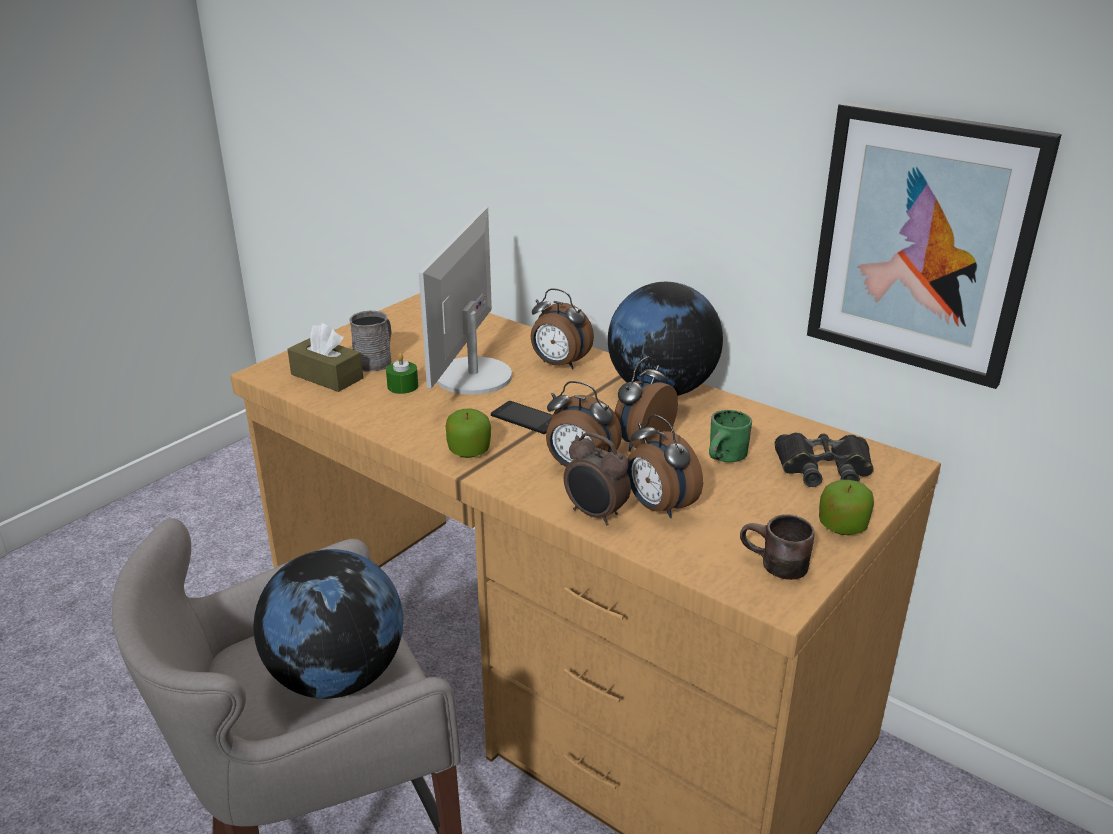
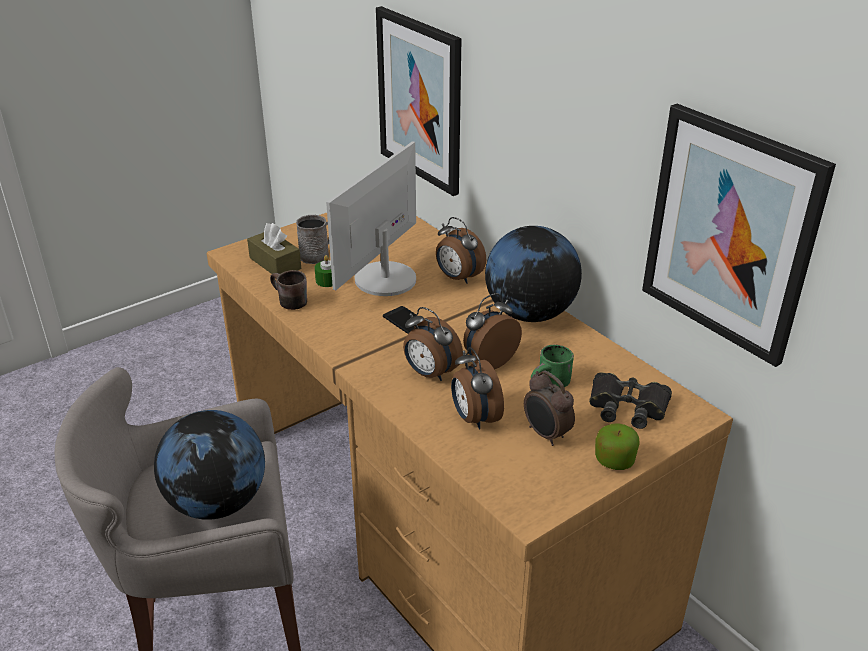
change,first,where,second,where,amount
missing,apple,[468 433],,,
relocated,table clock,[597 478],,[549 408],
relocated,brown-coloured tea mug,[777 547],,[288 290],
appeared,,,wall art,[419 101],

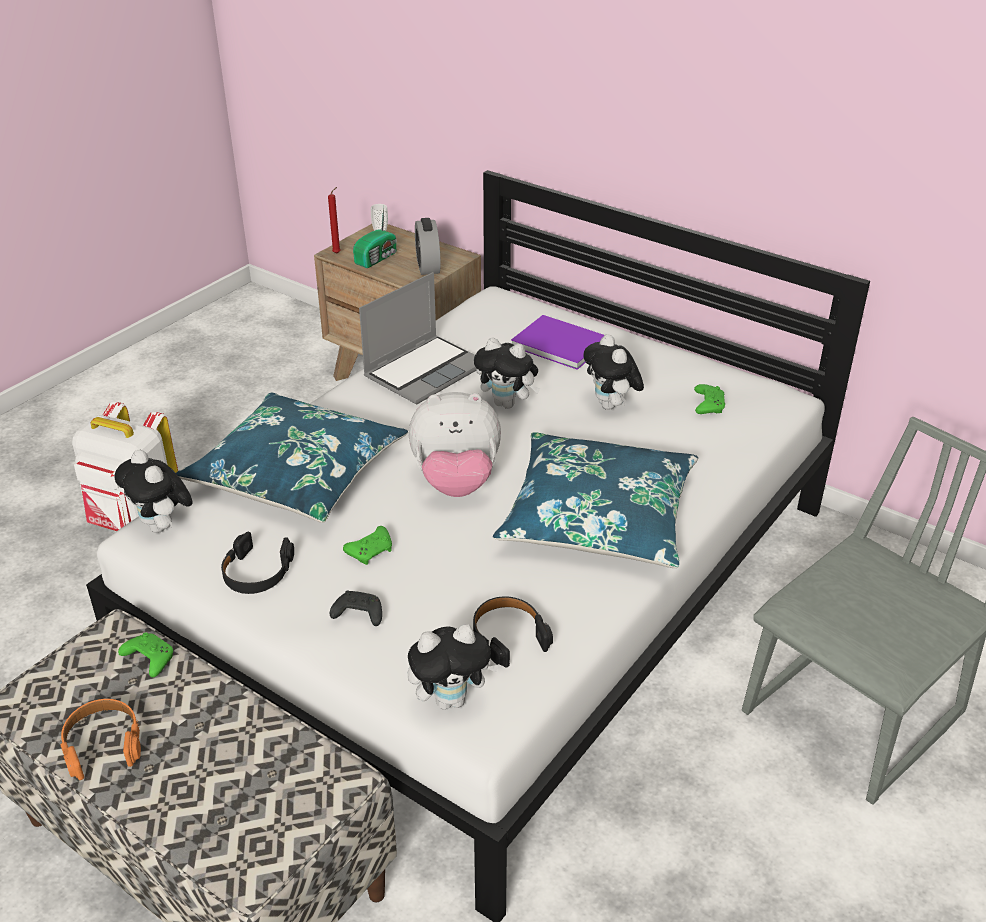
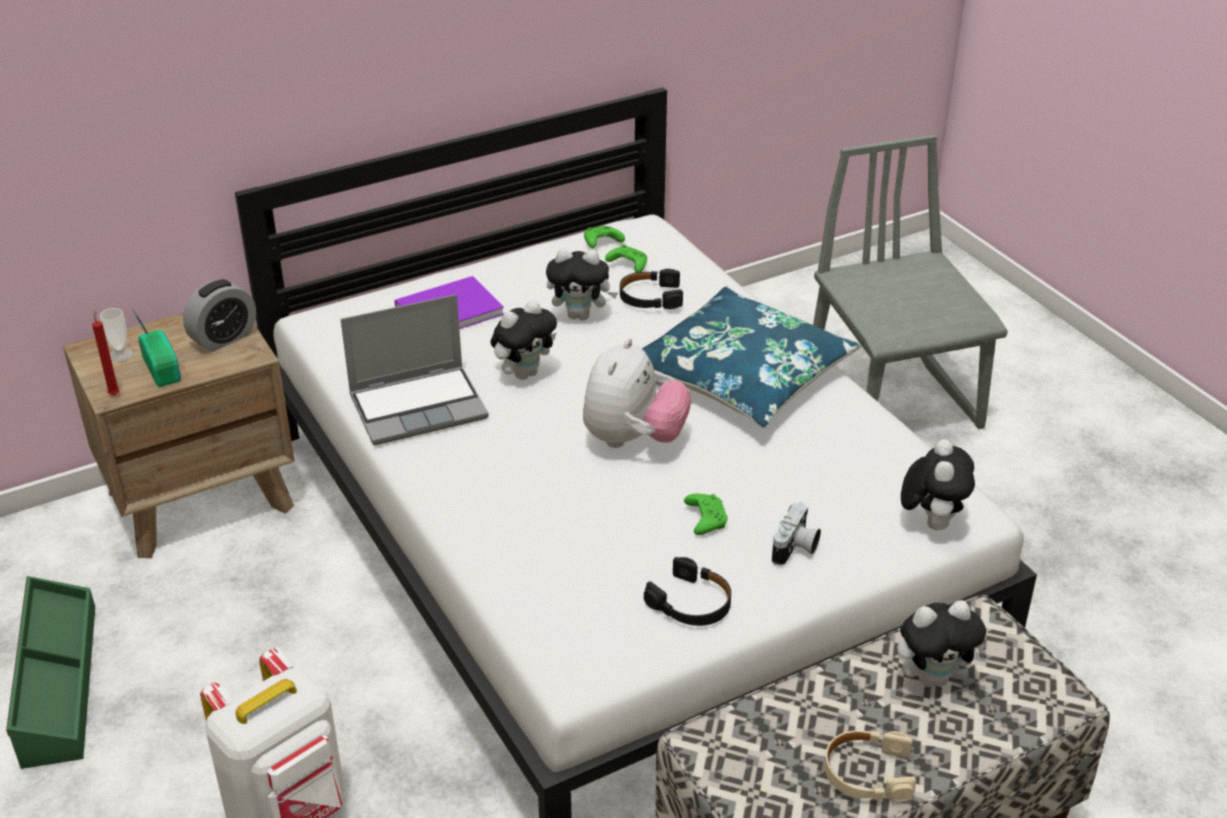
change,first,where,second,where,amount
spun,table clock,[428 246],,[219 315],60 degrees counterclockwise
spun,portable computer,[418 338],,[414 369],90 degrees clockwise
missing,blue-coloured throw pillow,[292 457],,,
relocated,plush toy,[154 491],,[942 643],
exchanged,black-coloured game controller,[356 608],still camera,[796 534],
relocated,black-coloured pair of headphones,[513 632],,[651 289],
relocated,green game controller,[145 654],,[604 237],
colour,orangey pair of headphones,[101 739],beige-coloured pair of headphones,[870 766],
appeared,,,green storage bin,[50 672],

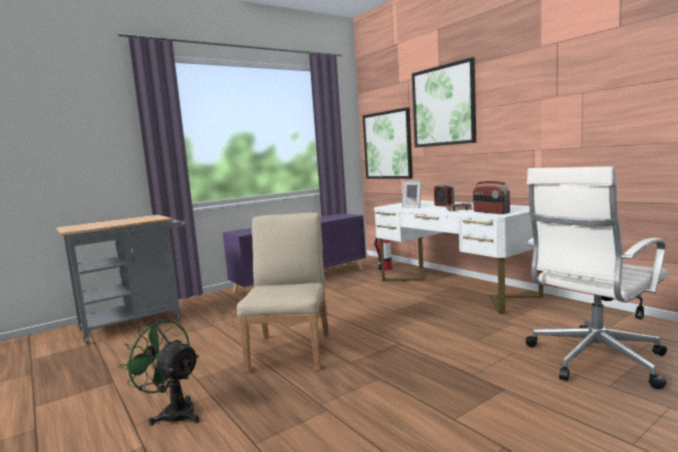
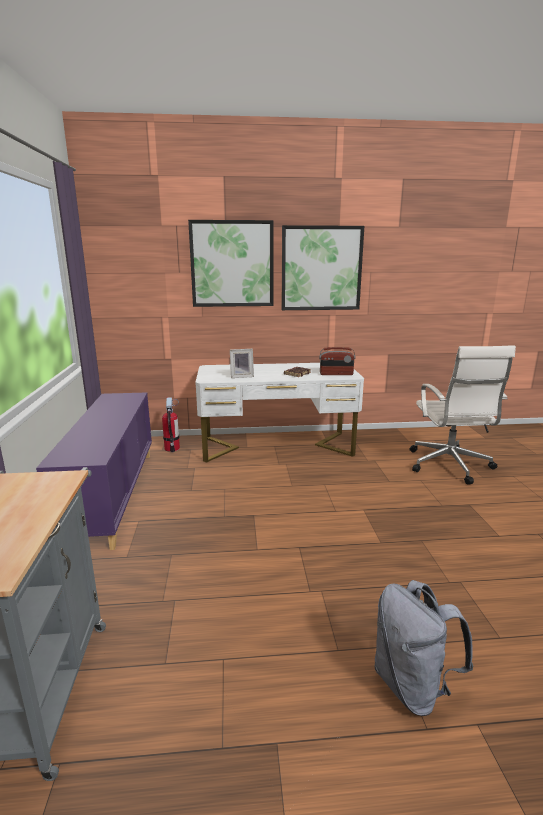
change,first,where,second,where,amount
relocated,wall art,[388 143],,[323 267],
missing,table clock,[444 195],,,
missing,beige-coloured upright chair,[283 292],,,
exchanged,green fan,[159 372],greyish rucksack,[423 648],

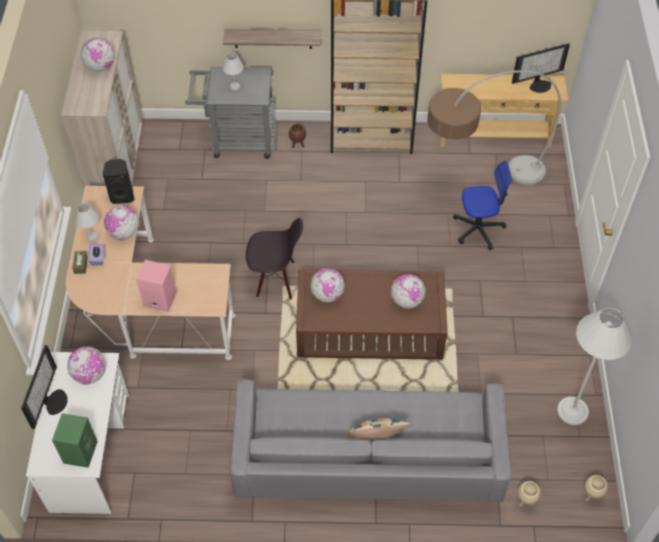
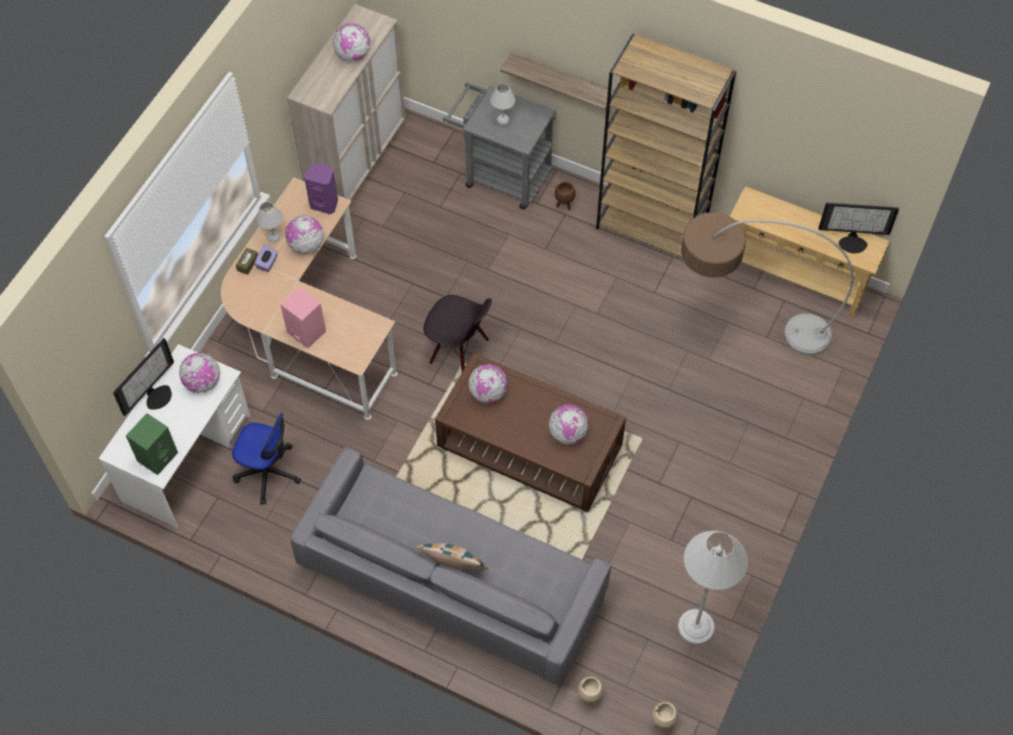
change,first,where,second,where,amount
colour,black-coloured loudspeaker,[119 181],purplish loudspeaker,[321 188],
relocated,desk chair,[482 205],,[266 458],

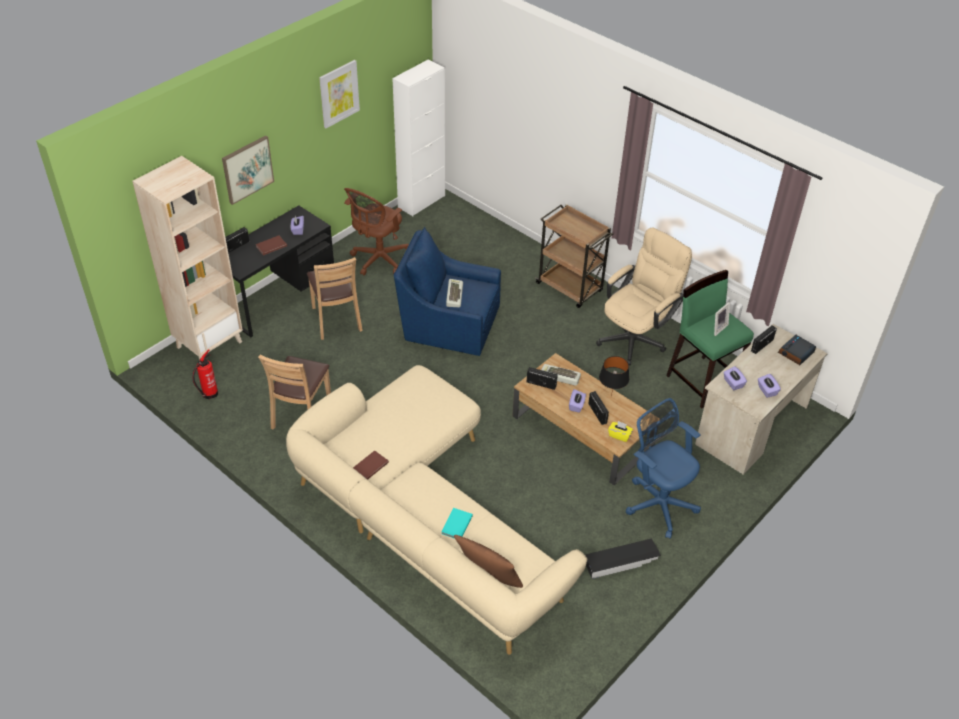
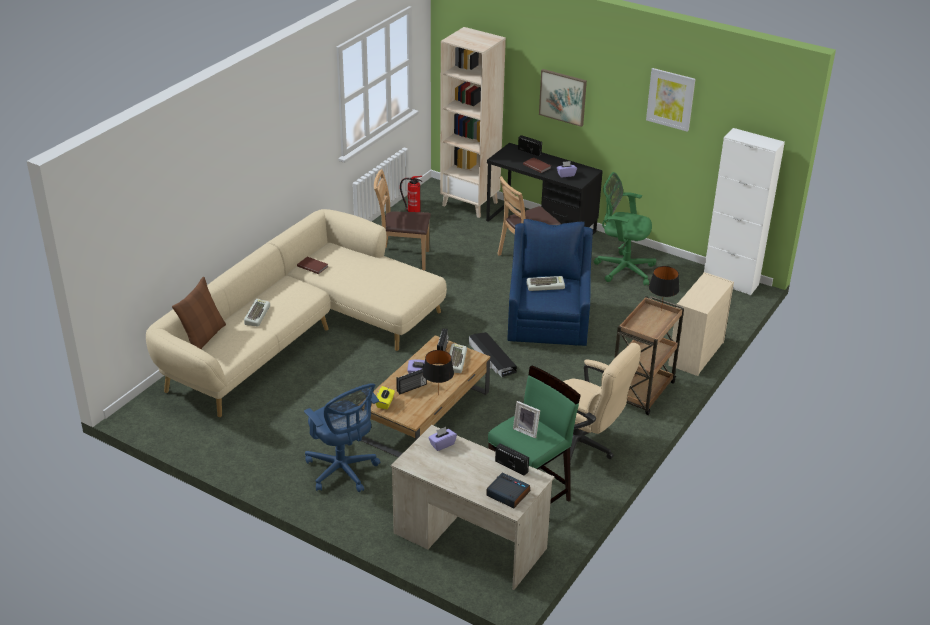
change,first,where,second,where,amount
colour,brown-coloured desk chair,[376 232],green desk chair,[625 229],
missing,purplish tissue holder,[769 386],,,
spun,blue-coloured desk chair,[663 468],,[342 437],105 degrees clockwise
exchanged,turquoise volume,[457 523],PC keyboard,[257 313],
relocated,black-coloured storage bin,[623 558],,[493 354],
appeared,,,black-coloured table lamp,[664 288],
appeared,,,beige-coloured drawer chest,[701 324],

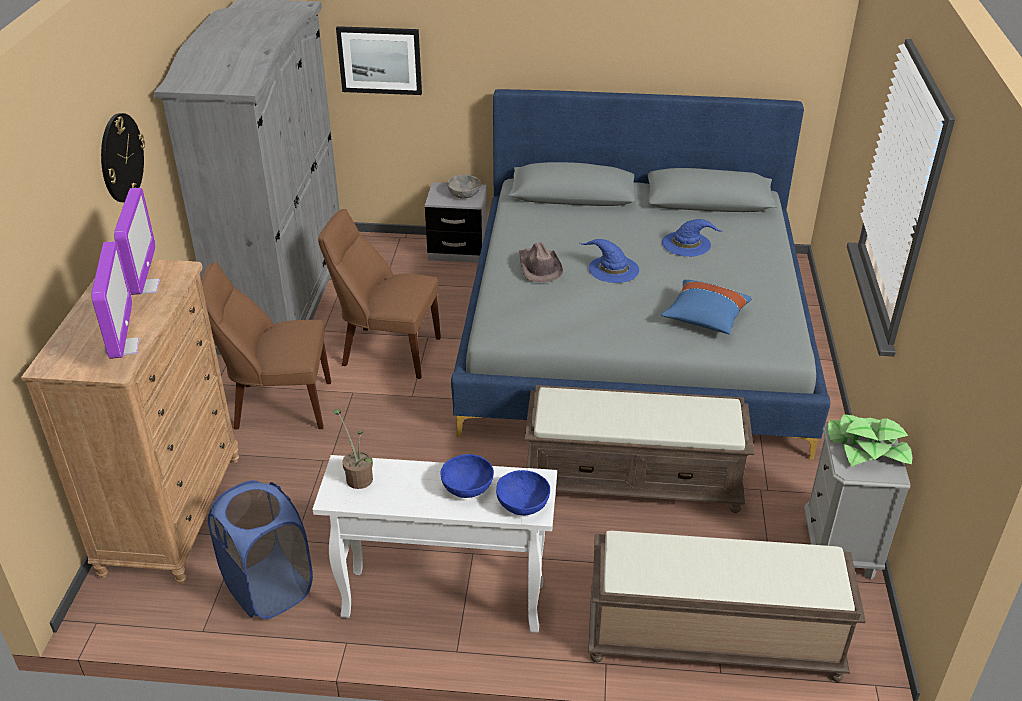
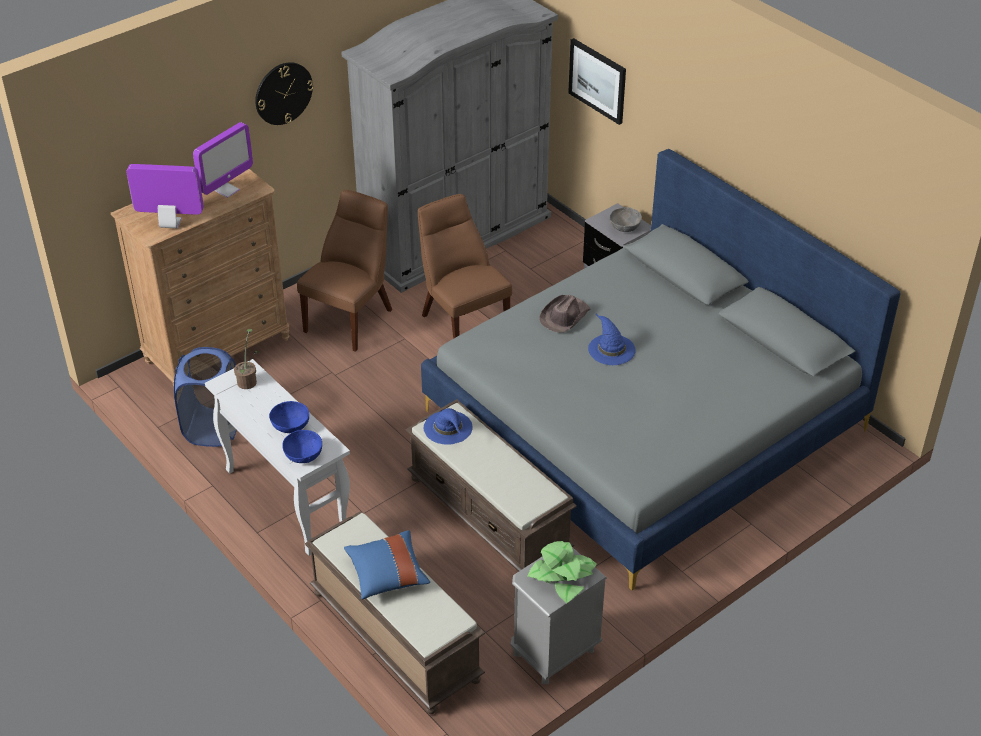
change,first,where,second,where,amount
relocated,blue-coloured clothing hat,[691 238],,[448 426],
spun,computer display,[115 300],,[165 196],120 degrees counterclockwise
spun,brown-coloured upright chair,[266 345],,[344 271],75 degrees clockwise
relocated,blue-coloured throw pillow,[706 307],,[387 565],

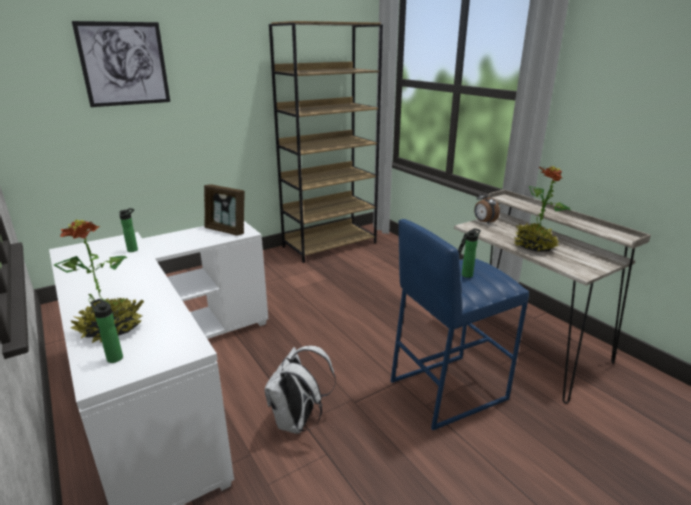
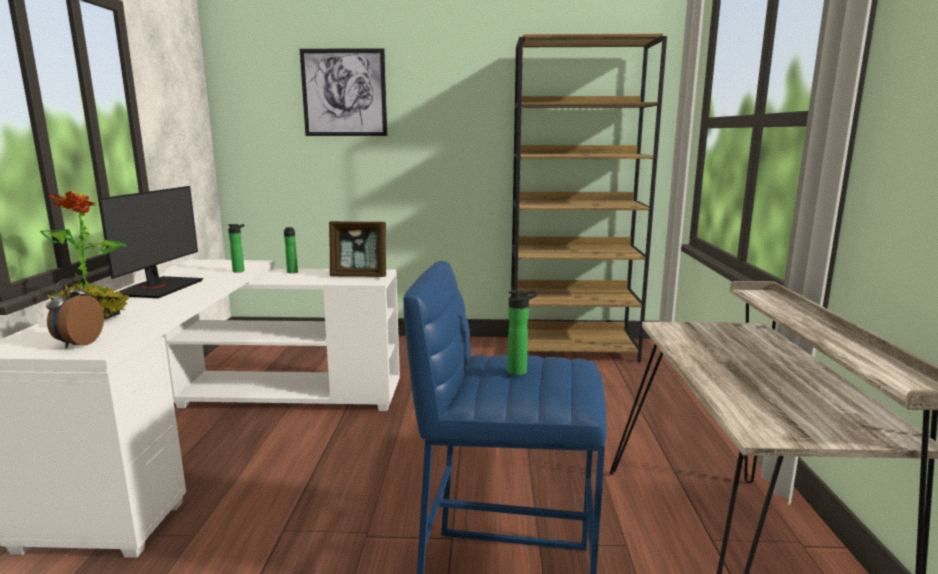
change,first,where,second,where,amount
missing,houseplant,[542 209],,,
spun,standing frame,[224 210],,[357 249],60 degrees counterclockwise
relocated,table clock,[487 207],,[75 313],
relocated,bottle,[106 331],,[291 250],
missing,whitish rucksack,[300 390],,,
appeared,,,computer display,[150 242],

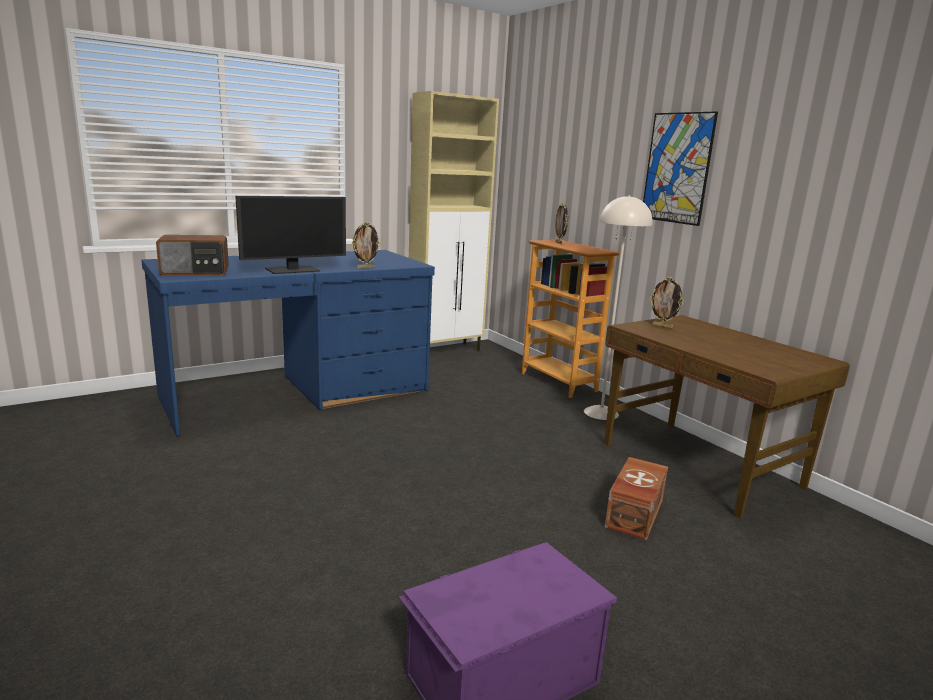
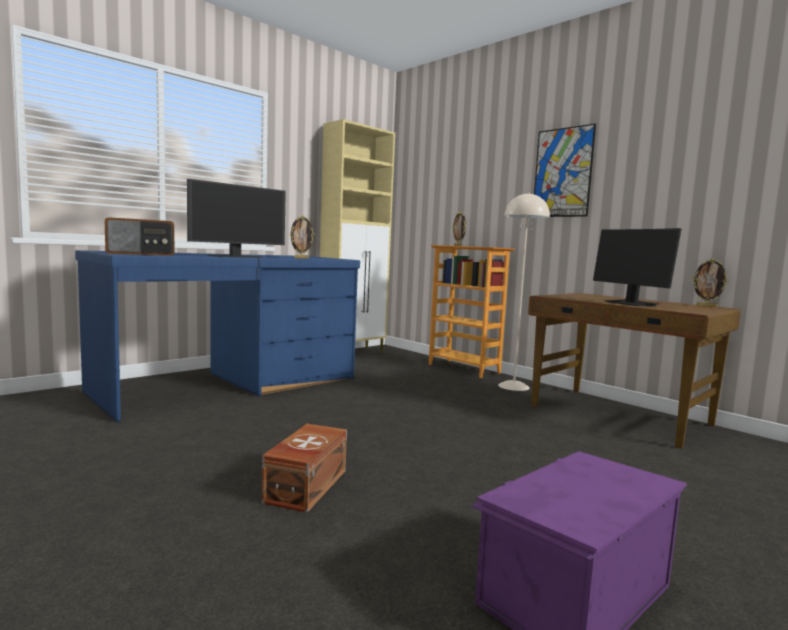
change,first,where,second,where,amount
relocated,standing frame,[666 302],,[710 282],
relocated,brown-coloured storage bin,[636 498],,[304 468],
appeared,,,computer display,[637 267],

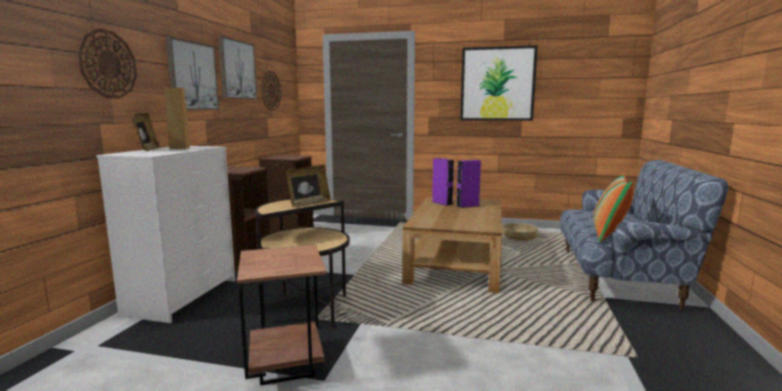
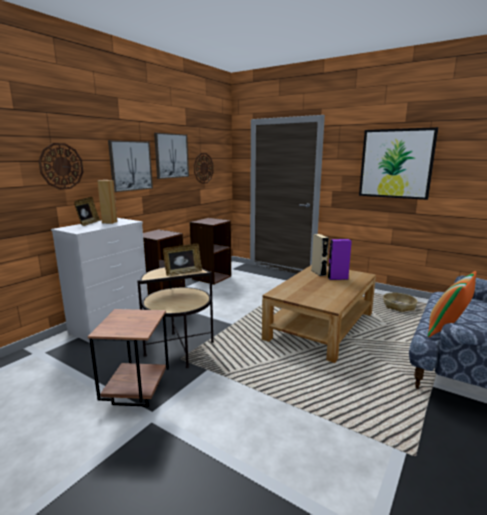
change,first,where,second,where,amount
colour,purplish loudspeaker,[443 182],beige-coloured loudspeaker,[320 255],

